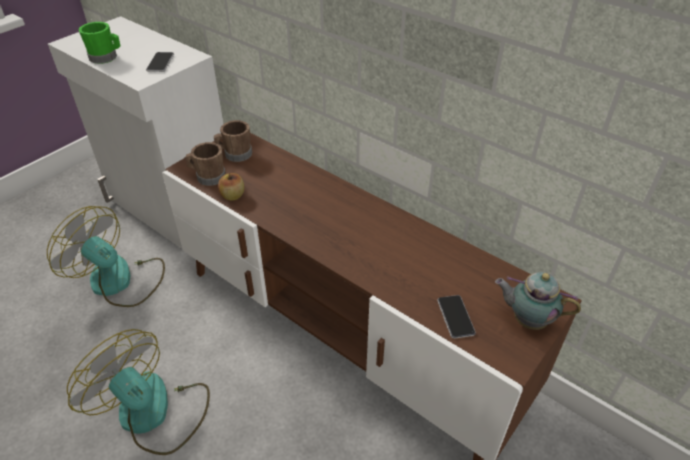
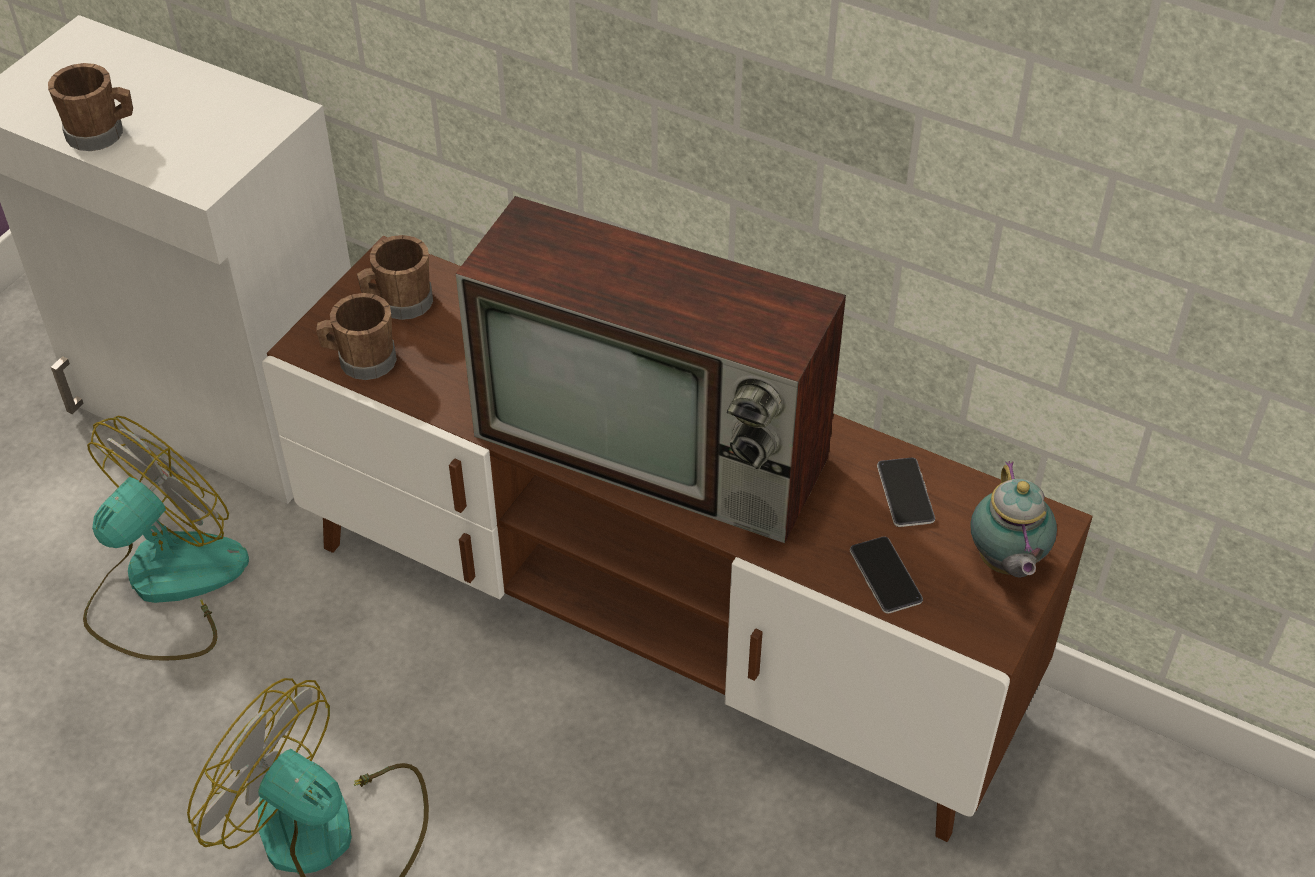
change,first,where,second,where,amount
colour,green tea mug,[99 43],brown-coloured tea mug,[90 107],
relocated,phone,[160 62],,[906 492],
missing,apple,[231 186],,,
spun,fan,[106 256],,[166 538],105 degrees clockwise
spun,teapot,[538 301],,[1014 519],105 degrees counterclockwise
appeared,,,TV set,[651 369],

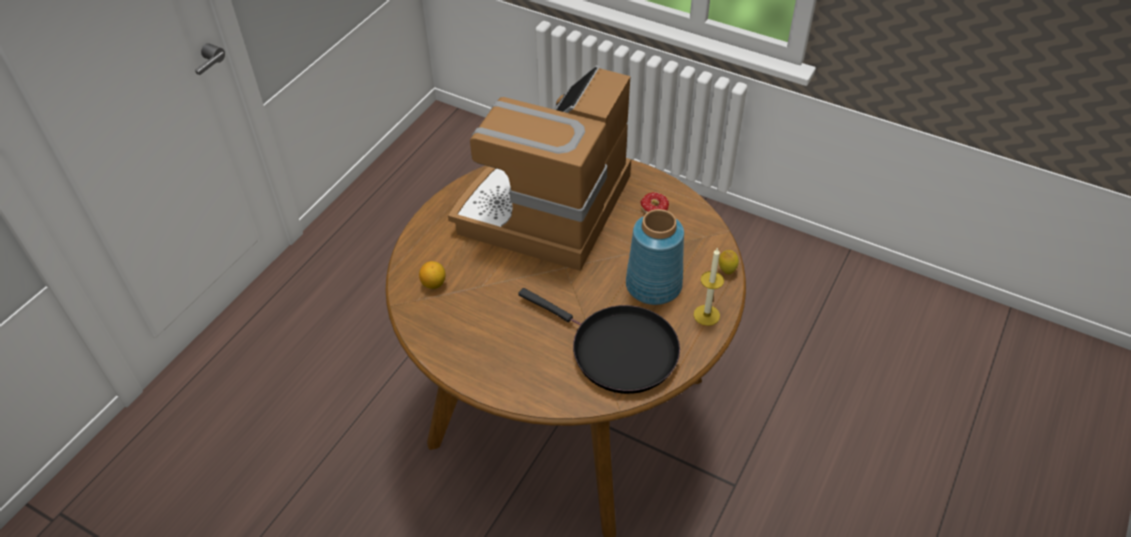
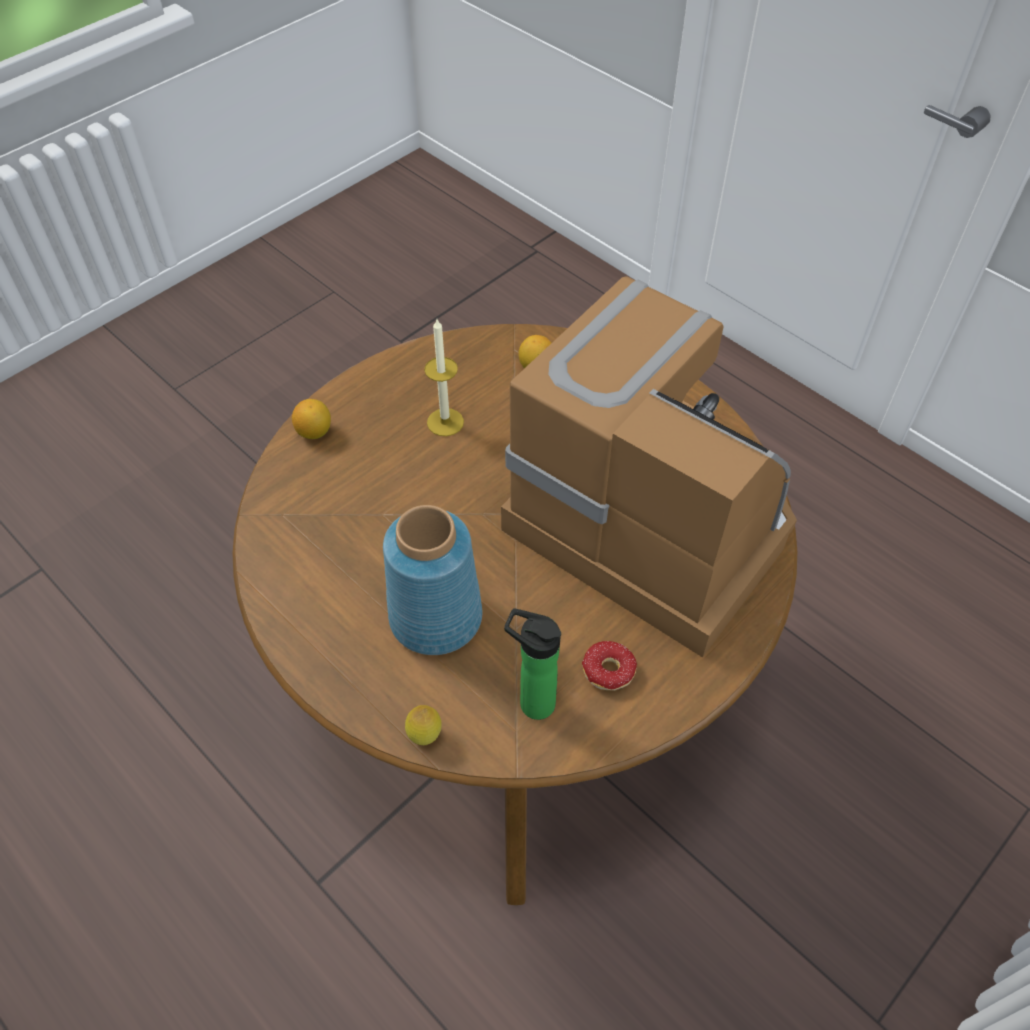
change,first,where,second,where,amount
relocated,wax light,[708 286],,[444 377],
missing,black-coloured frying pan,[599 341],,,
appeared,,,citrus fruit,[311 419],
appeared,,,bottle,[532 664],

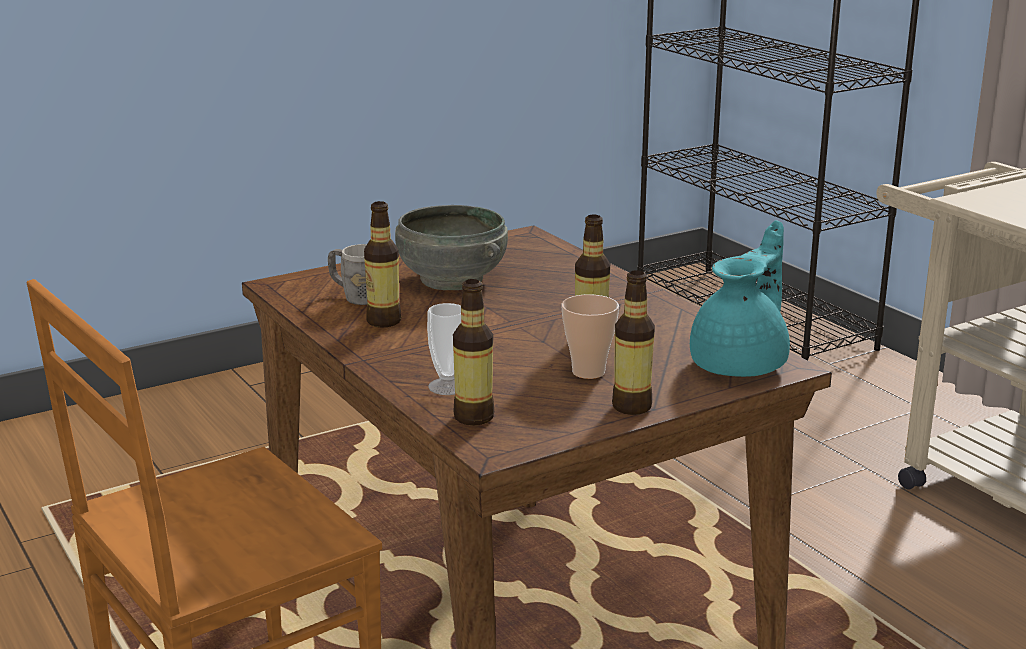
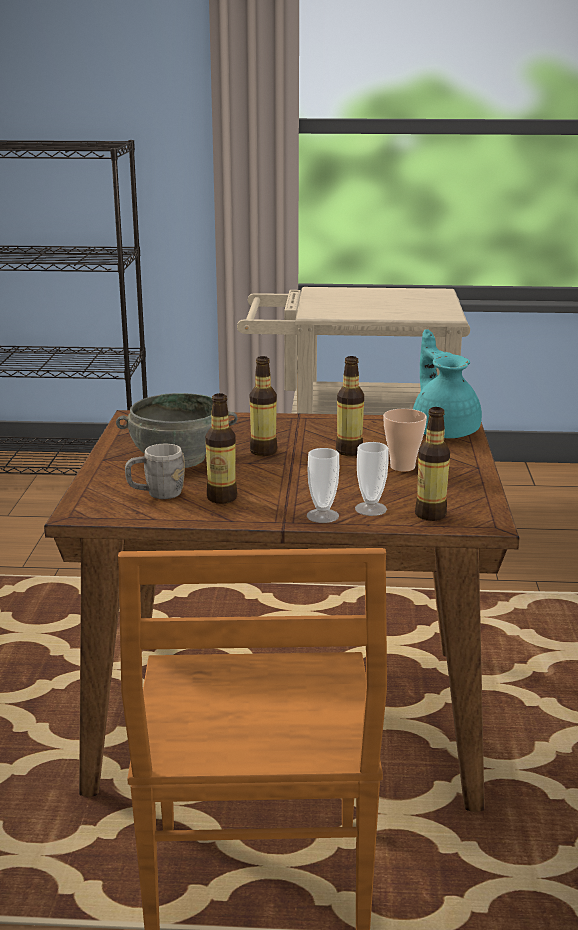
change,first,where,second,where,amount
relocated,bottle,[633 342],,[263 406],
appeared,,,small cup,[323 485],

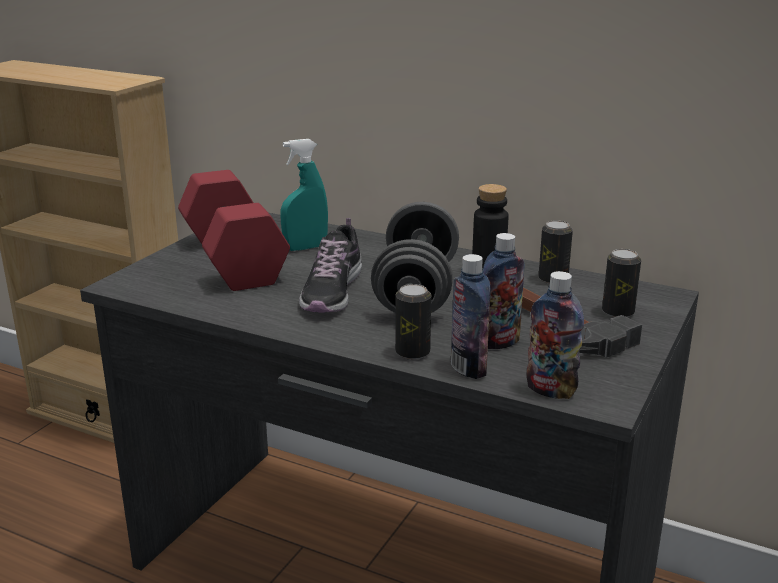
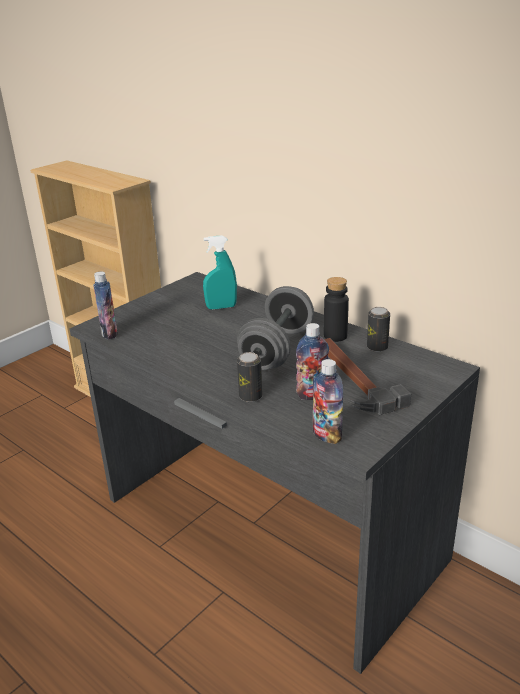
change,first,where,second,where,amount
missing,red-coloured free weight,[234 230],,,
missing,item of footwear,[330 265],,,
missing,can,[621 283],,,
relocated,bottle,[471 316],,[105 305],

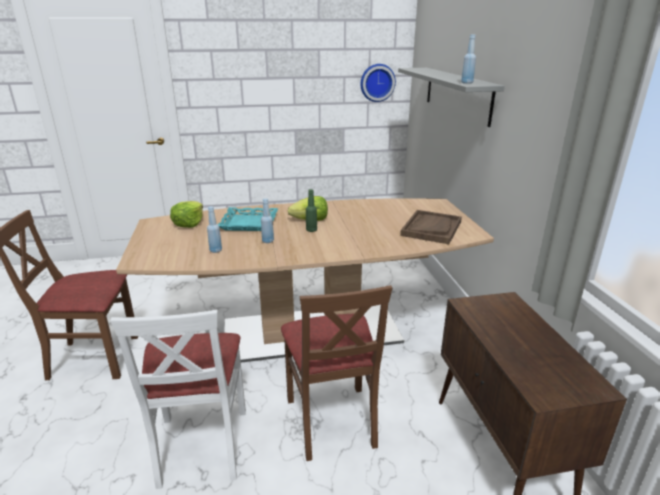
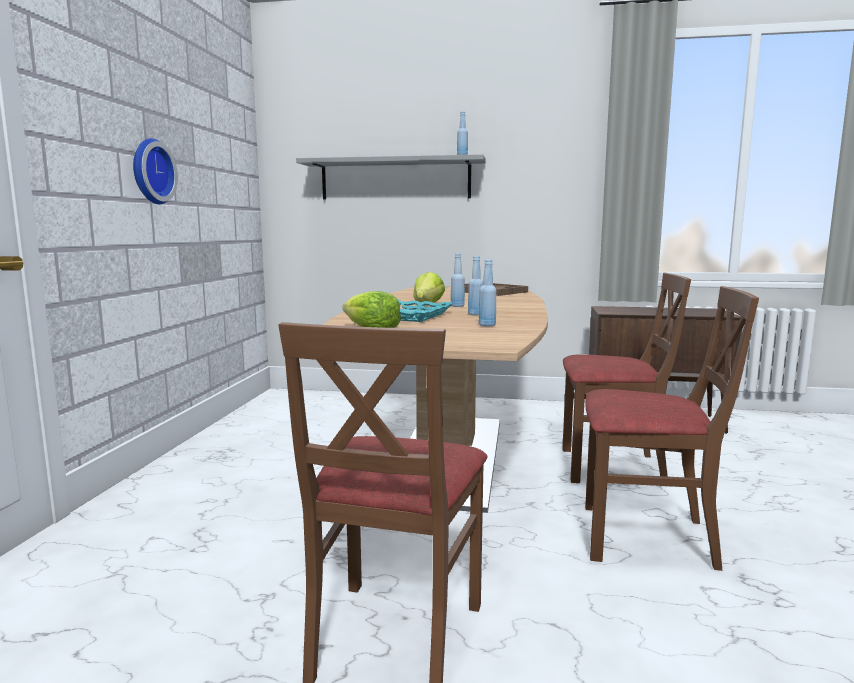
change,first,where,second,where,amount
relocated,clock on the wall,[378 83],,[155 171],
colour,green bottle,[311 210],blue-coloured bottle,[458 280],
colour,whitish upright chair,[178 399],brown-coloured upright chair,[672 428],

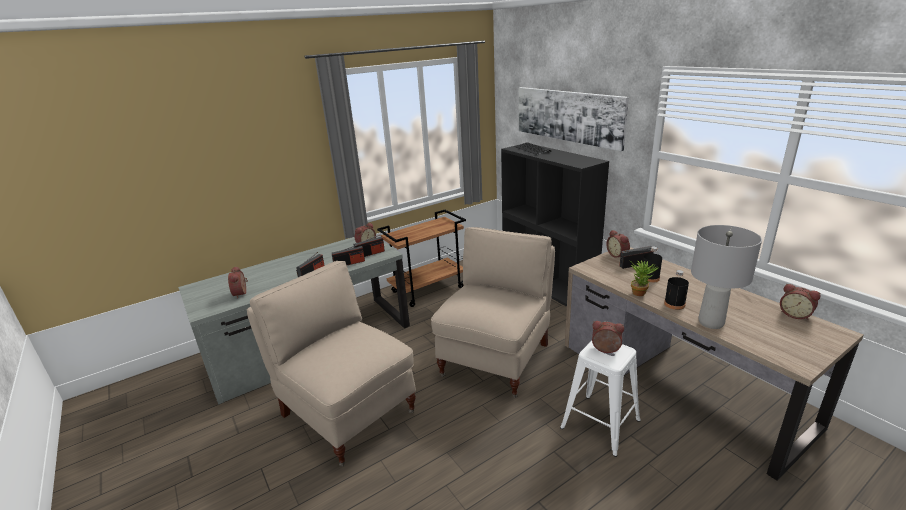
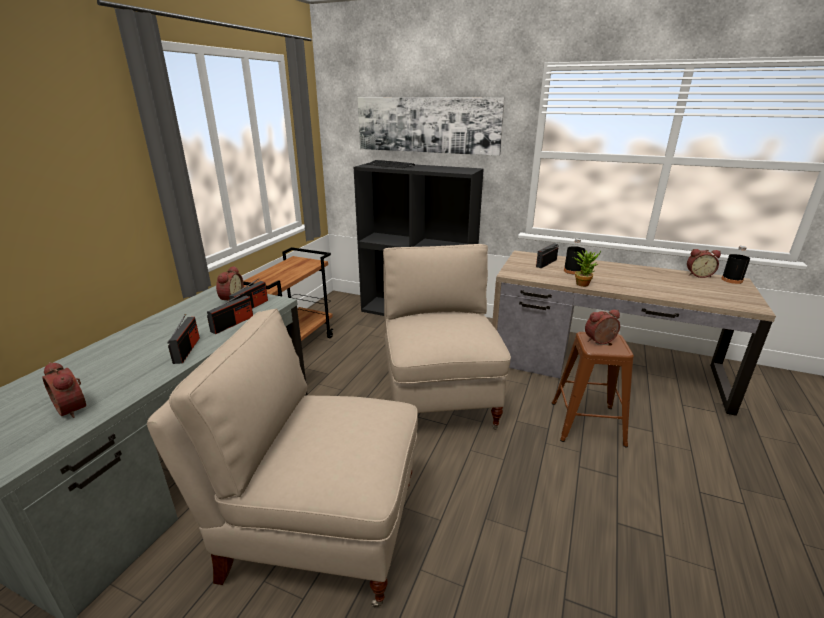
change,first,where,second,where,amount
missing,greyish table lamp,[726 277],,,
missing,table clock,[618 244],,,
relocated,black-coloured bottle,[676 290],,[735 265],
colour,whitish sitting stool,[600 399],brown-coloured sitting stool,[593 390],

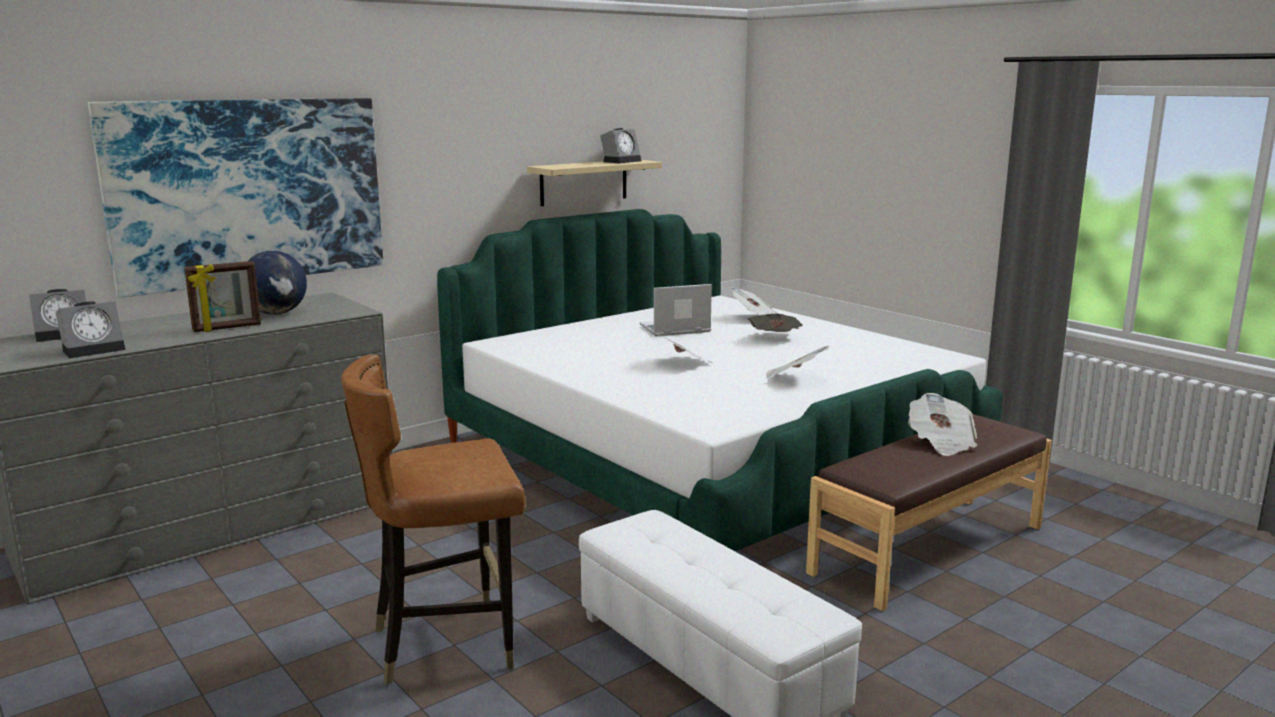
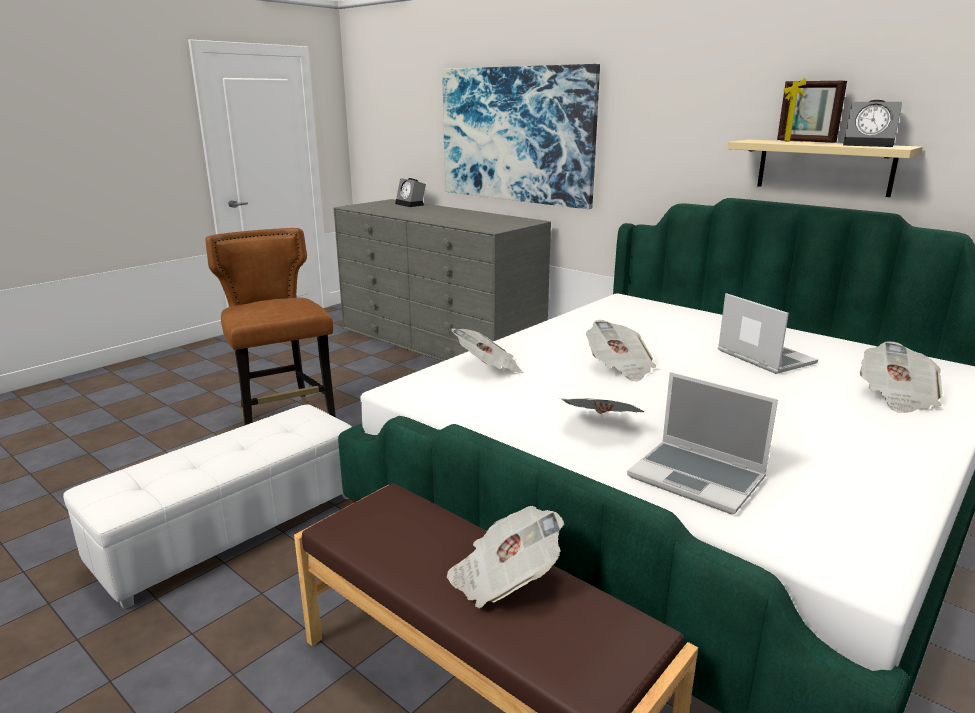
change,first,where,second,where,amount
missing,world globe,[277 283],,,
relocated,standing frame,[222 296],,[812 110],
missing,table clock,[90 329],,,
relocated,newspaper,[774 323],,[487 350],
appeared,,,portable computer,[702 443],

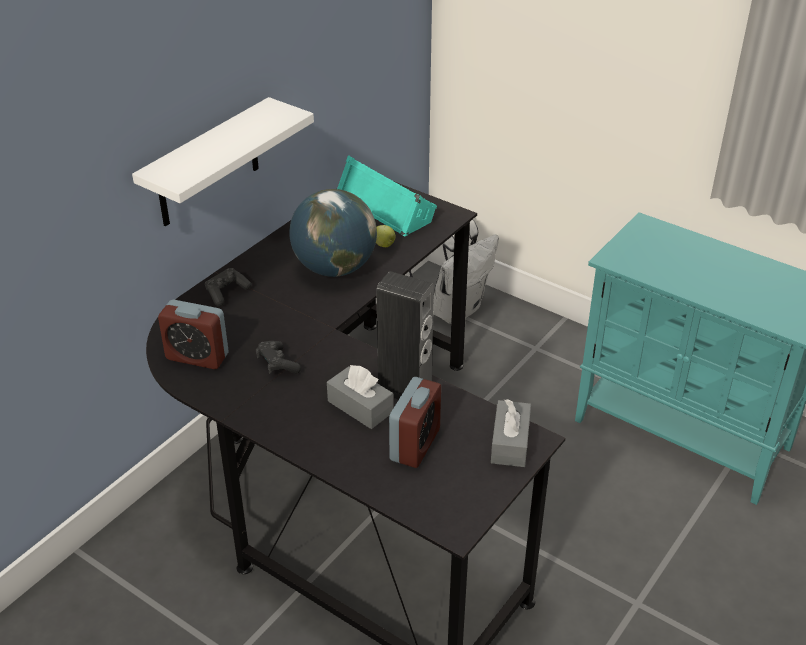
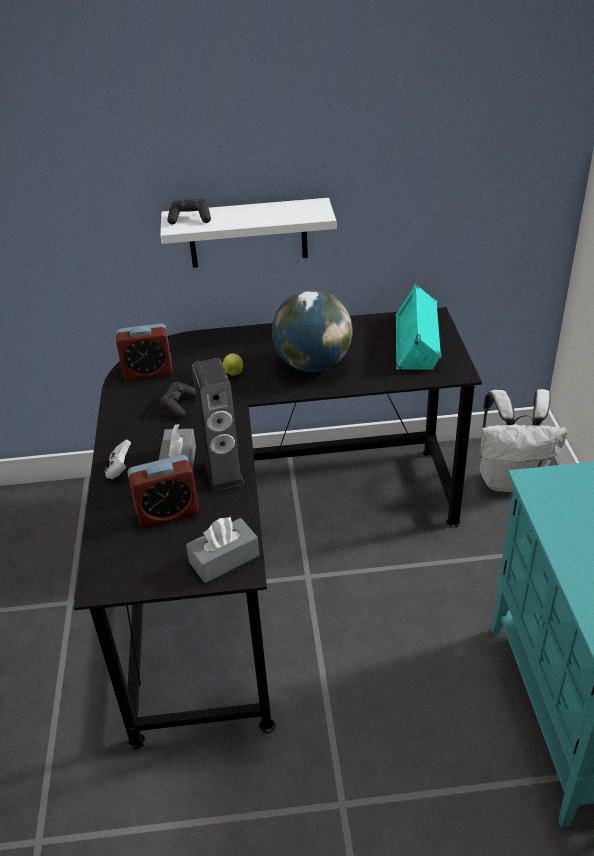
change,first,where,second,where,amount
relocated,apple,[386 236],,[233 365],
relocated,black-coloured game controller,[228 287],,[189 212],
spun,table clock,[193 334],,[144 352],75 degrees counterclockwise
appeared,,,whitish game controller,[117 459],

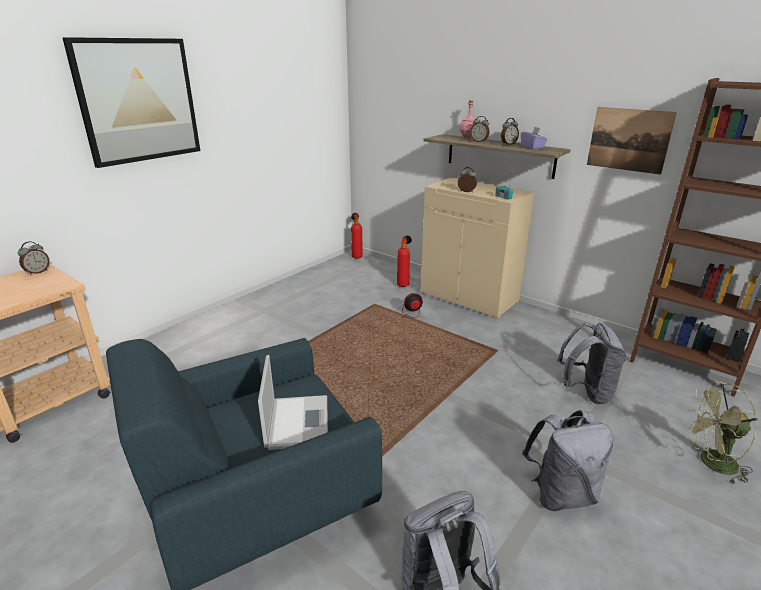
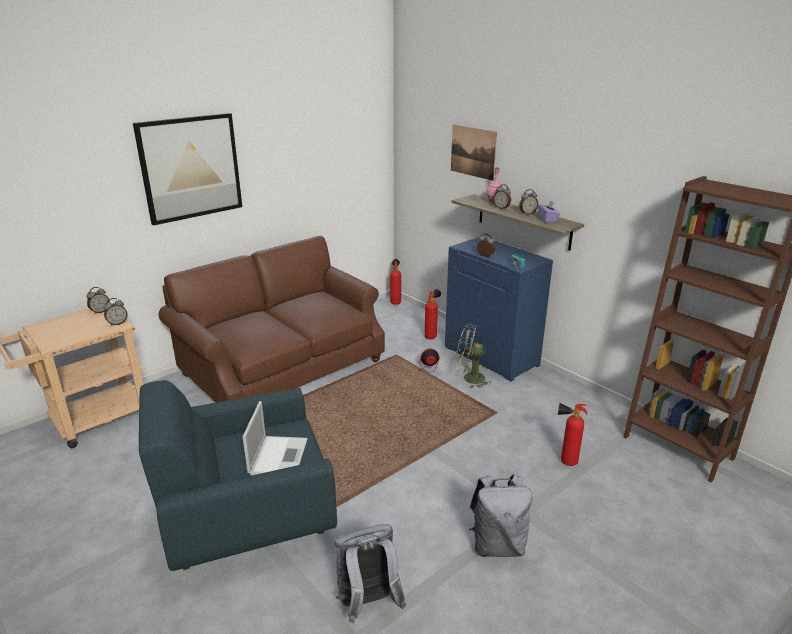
change,first,where,second,where,amount
relocated,wall art,[632 141],,[474 153],
colour,beige-coloured storage cabinet,[477 248],blue-coloured storage cabinet,[499 309],
exchanged,greyish rucksack,[591 363],fire extinguisher,[572 434],
relocated,green fan,[722 432],,[472 356],
appeared,,,brown-coloured couch,[272 319],
appeared,,,table clock,[116 312],

